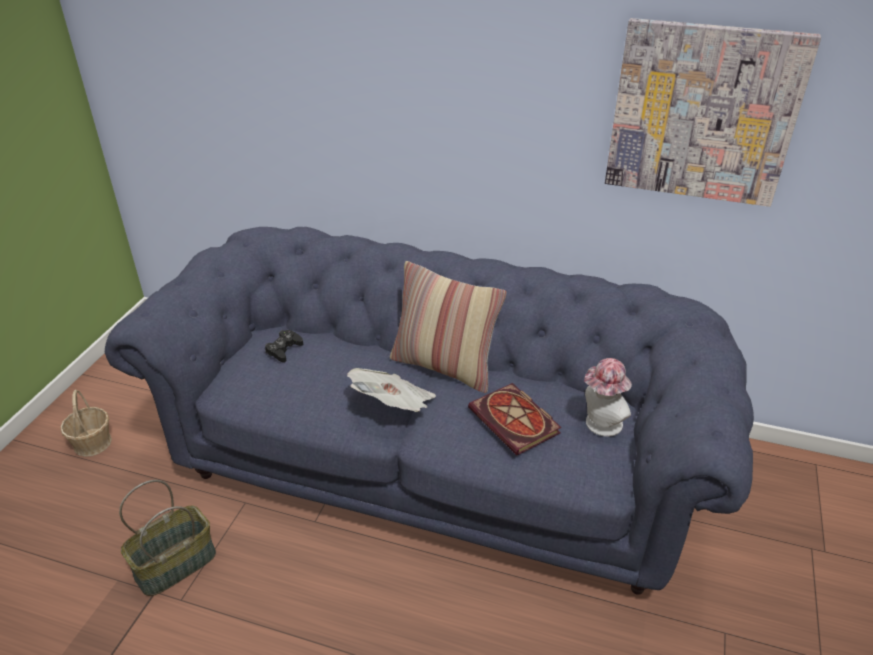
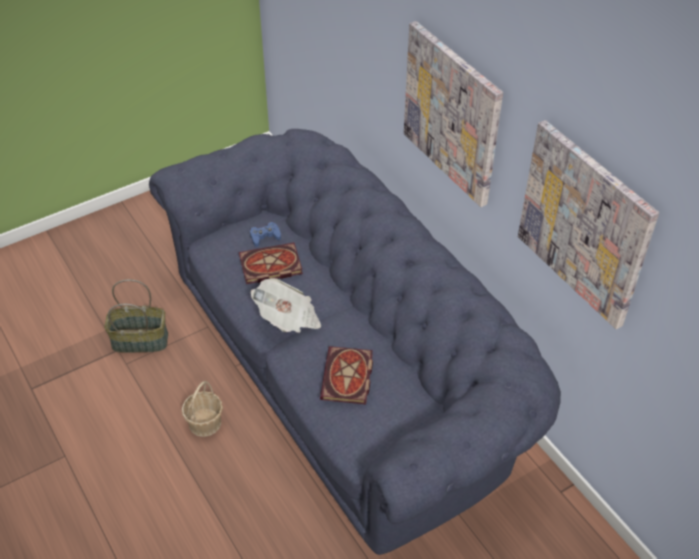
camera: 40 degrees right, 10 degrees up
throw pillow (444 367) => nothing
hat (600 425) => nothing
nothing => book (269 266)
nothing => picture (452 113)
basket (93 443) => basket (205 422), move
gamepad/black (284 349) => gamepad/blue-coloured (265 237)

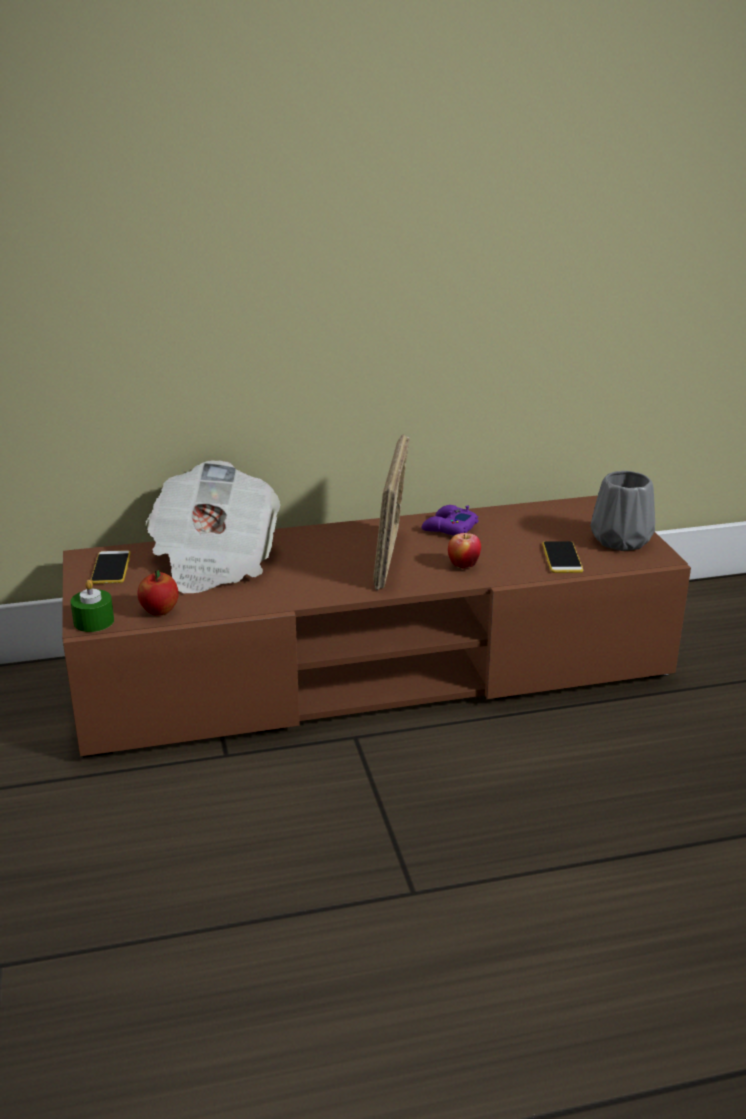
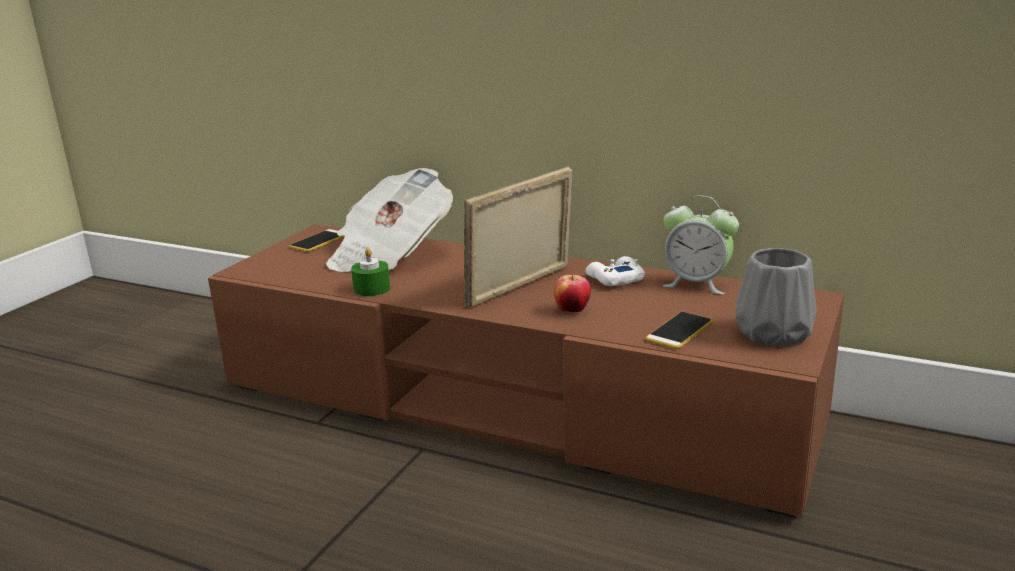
camera: 40 degrees right, 5 degrees down
apple fruit (159 611) => nothing
nothing => table clock (697 284)
wax candle/greenish (94 621) => wax candle/greenish (372 289), move
gamepad/purple-coloured (449 528) => gamepad/white (614 279)

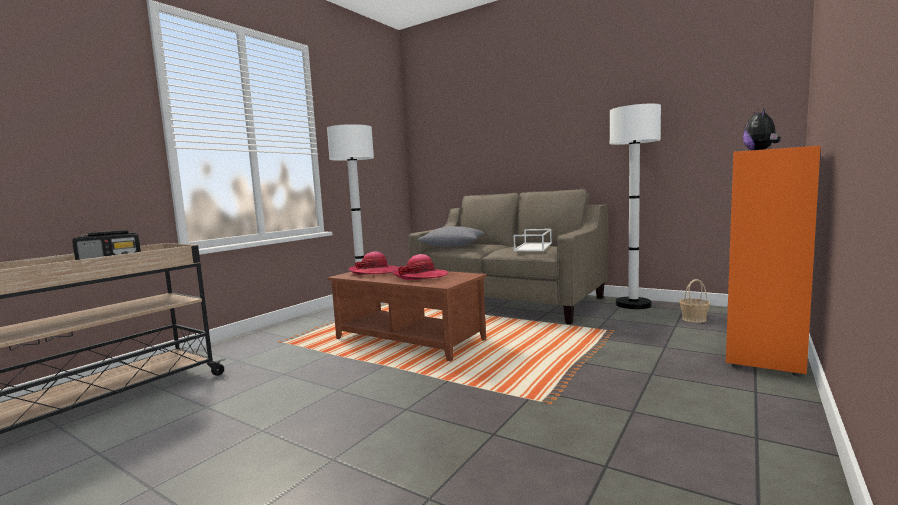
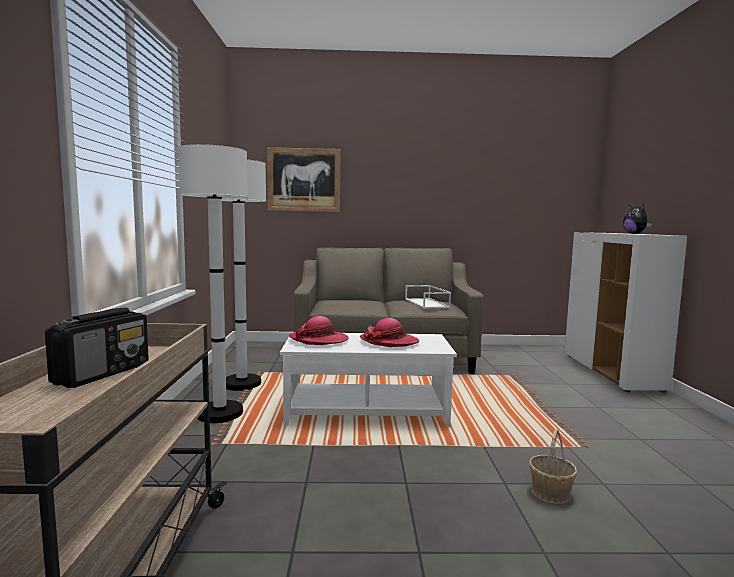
camera: 35 degrees left, 0 degrees up
throw pillow/gray (453 246) => nothing
nothing => picture (304 180)
standard lamp/white (633 304) => standard lamp/white (220 413), move
basket (693 319) => basket (550 493), move
lounge table/brownish (410 339) => lounge table/white (366 411)
storage cabinet/orange (763 344) => storage cabinet/white (611 372)

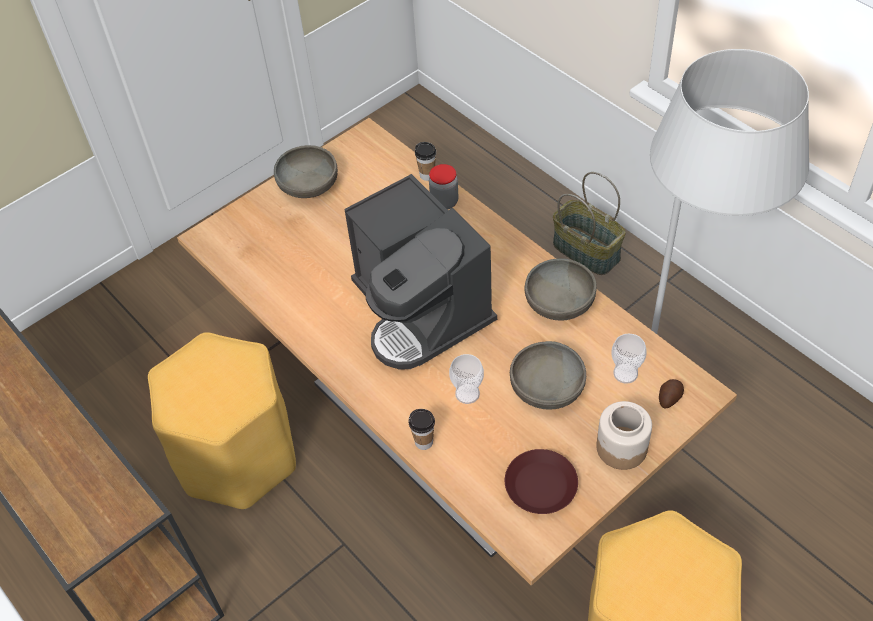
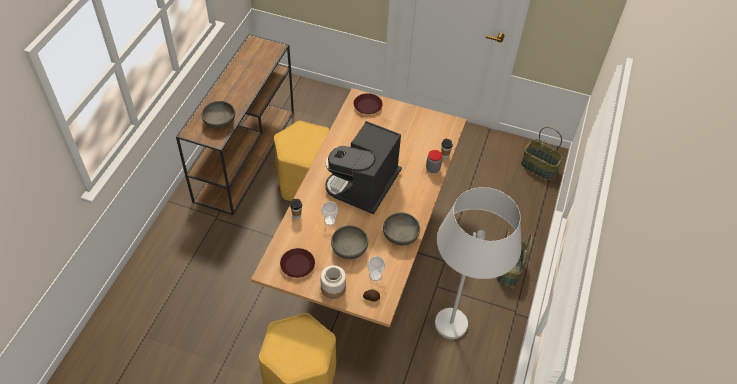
camera: 55 degrees right, 0 degrees up
nothing => flat dish/brownish (367 106)
nothing => basket (539 167)
bowl/gray (308 185) => bowl/gray (219 121), move

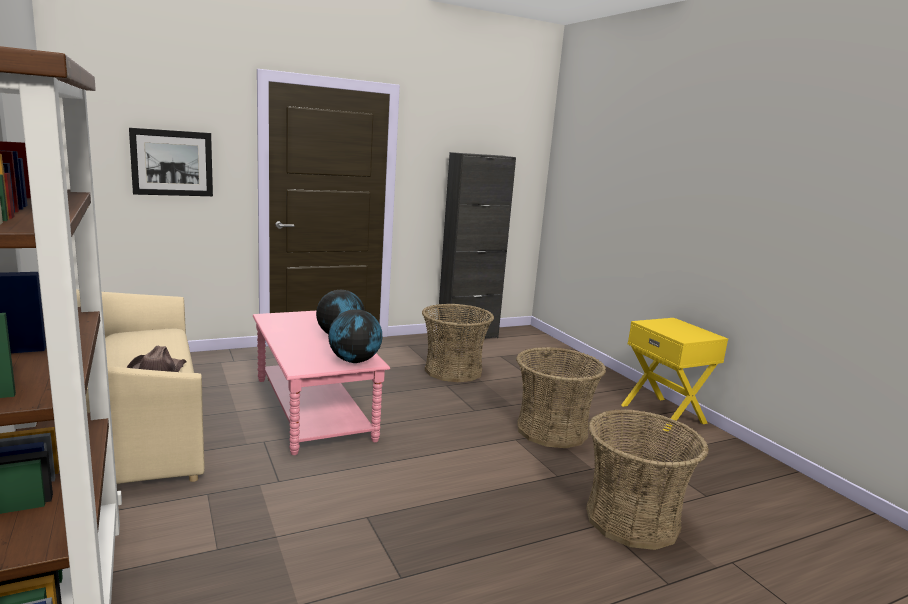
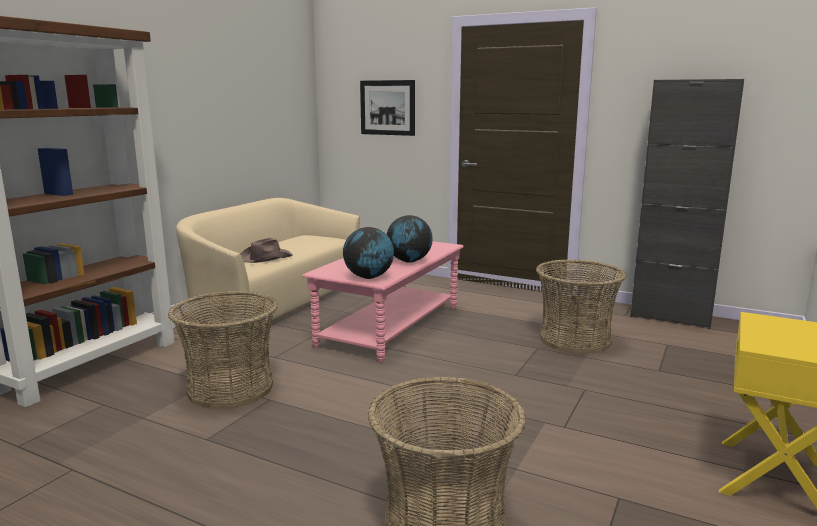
camera: 55 degrees right, 0 degrees up
basket (552 430) => basket (231 388), move

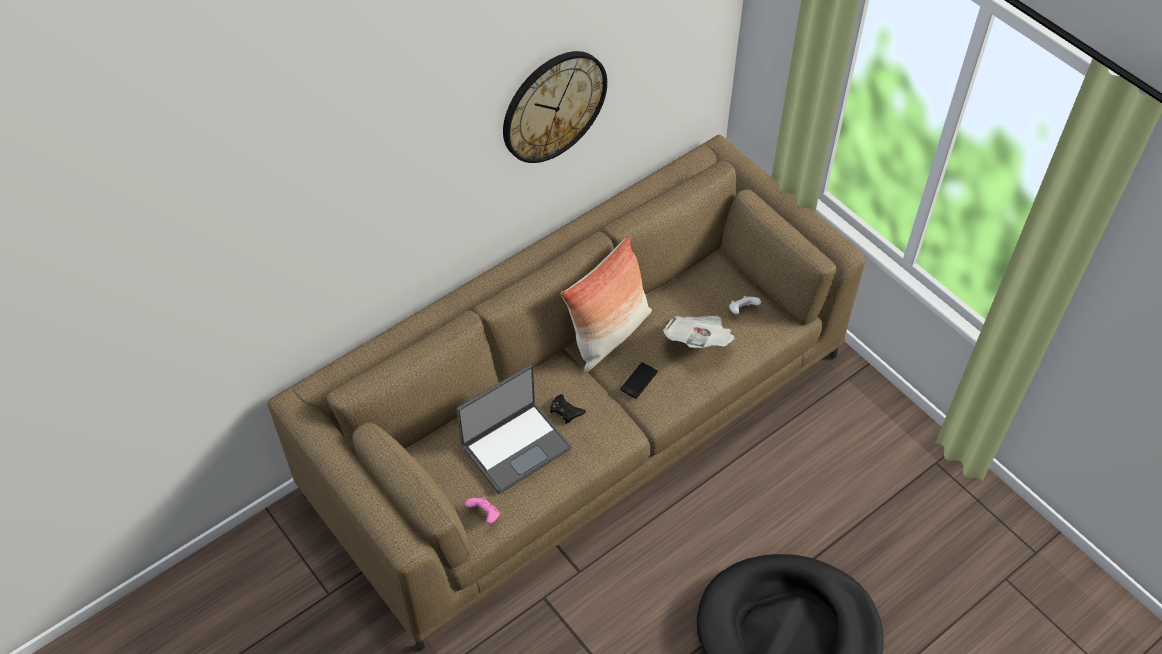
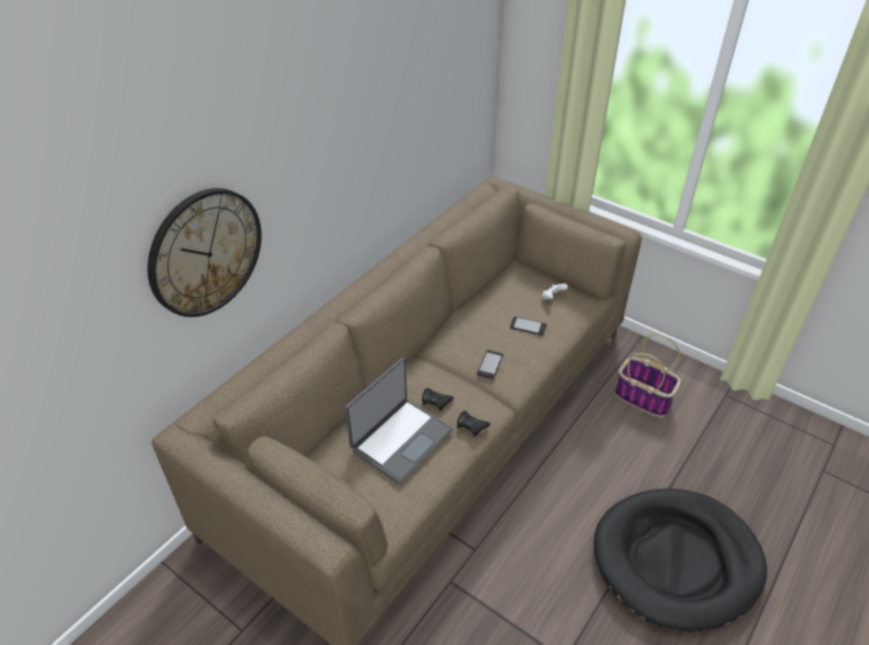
camera: 15 degrees left, 10 degrees down
gamepad/pink-coloured (485 515) => nothing
throw pillow (609 335) => nothing
nothing => gamepad/black (471 425)
nothing => basket (644 398)
wall clock (553 106) => wall clock (205 252), move
daily paper (699 342) => phone (528 326)

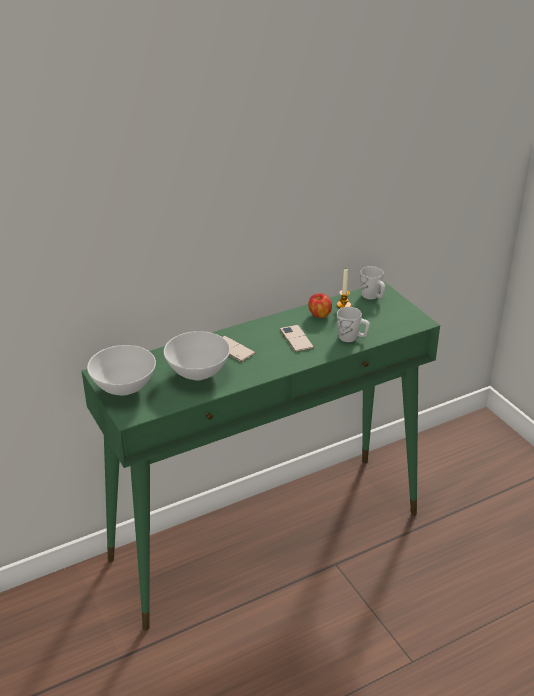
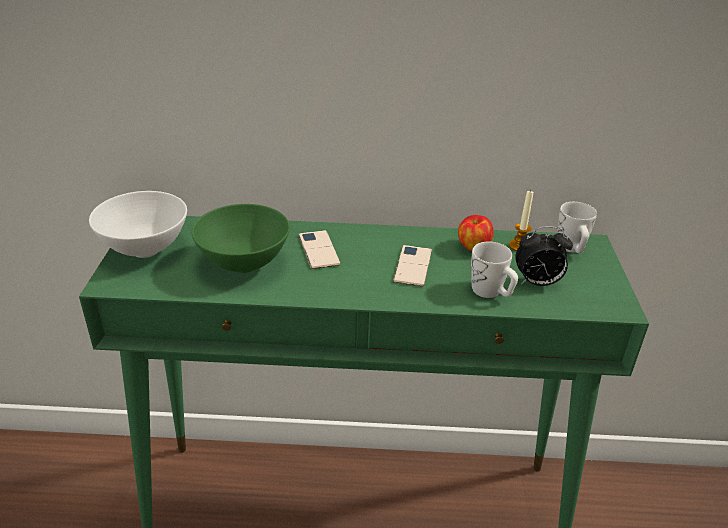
camera: 30 degrees right, 0 degrees up
nothing => table clock (537 283)
bowl/white (198 374) => bowl/greenish (245 264)

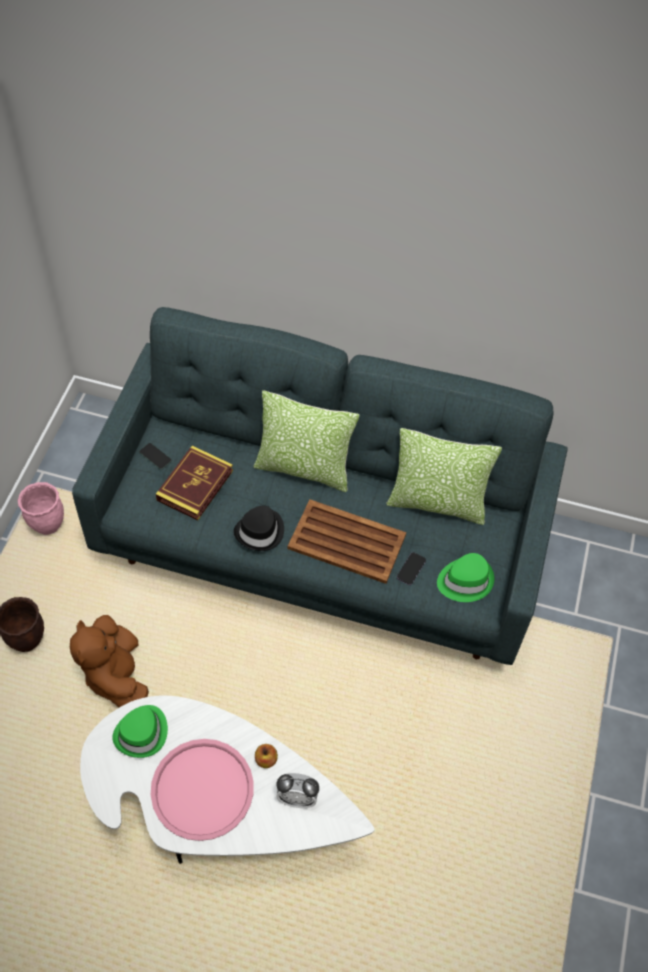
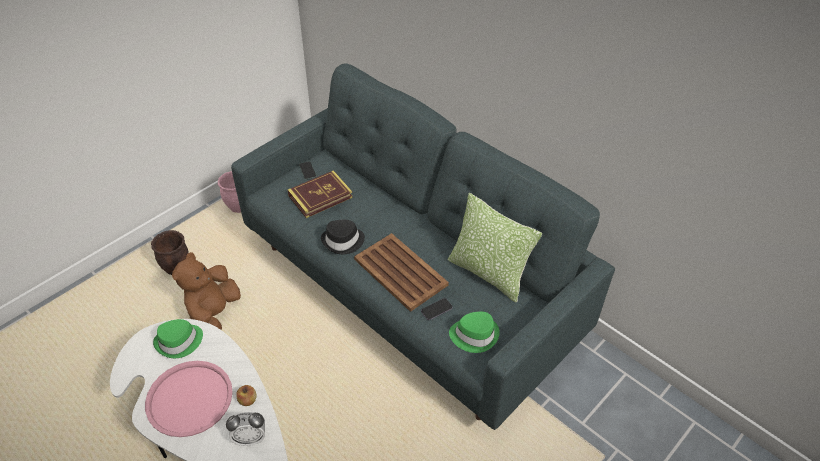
camera: 30 degrees right, 10 degrees down
throw pillow (304 468) => nothing
table clock (297 797) => table clock (250 438), 45 degrees counterclockwise

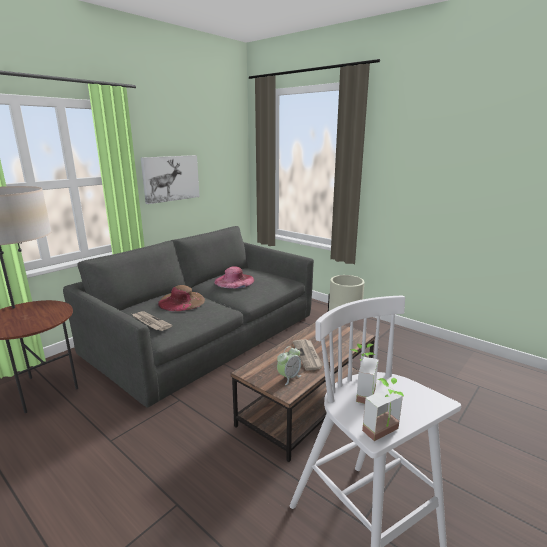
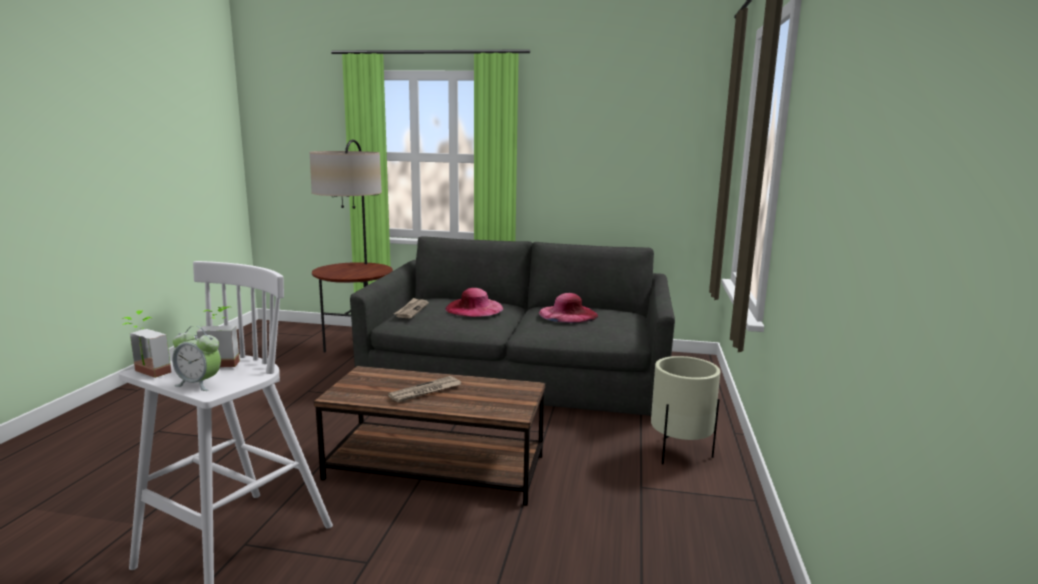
camera: 60 degrees right, 5 degrees down
picture (170 178) => nothing
table clock (289 377) => table clock (199 384), move
hat/brownish (181 301) => hat/pink-coloured (474 308)

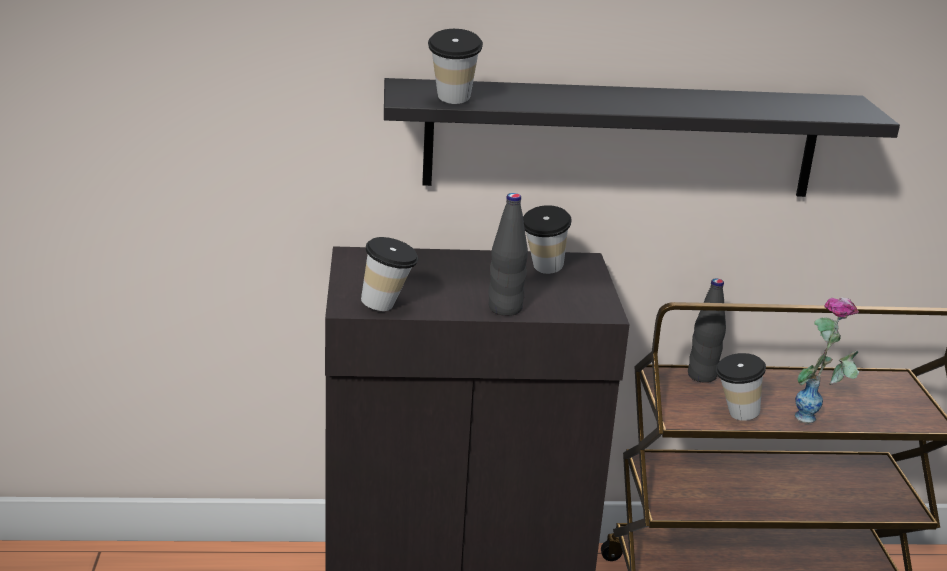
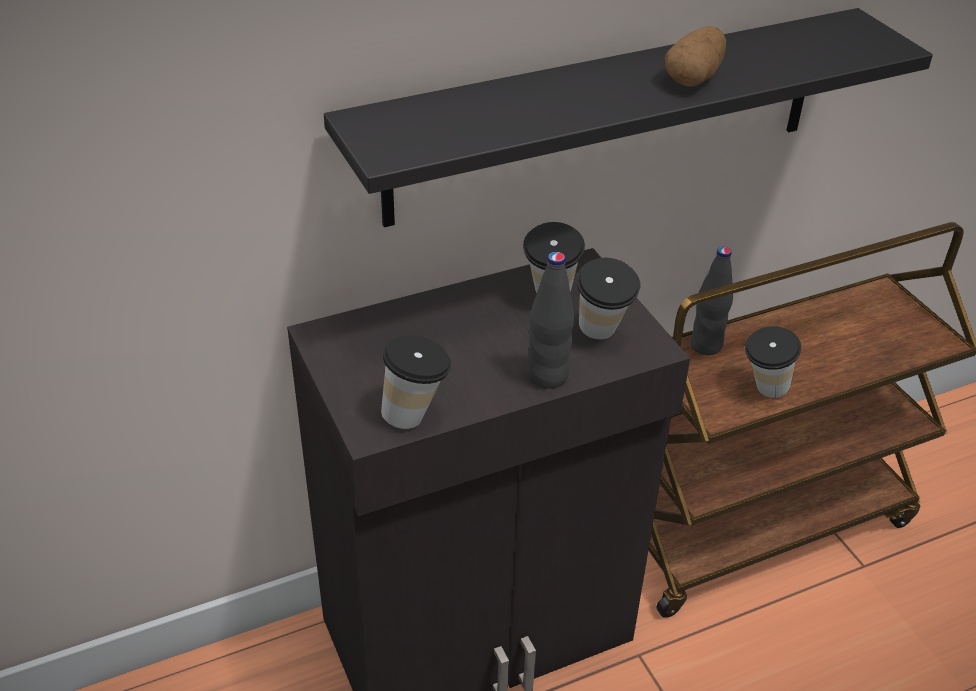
camera: 20 degrees left, 15 degrees up
vase (820 418) => nothing
nothing => spud (694 78)
drinking cup (452 102) => drinking cup (601 336), move

